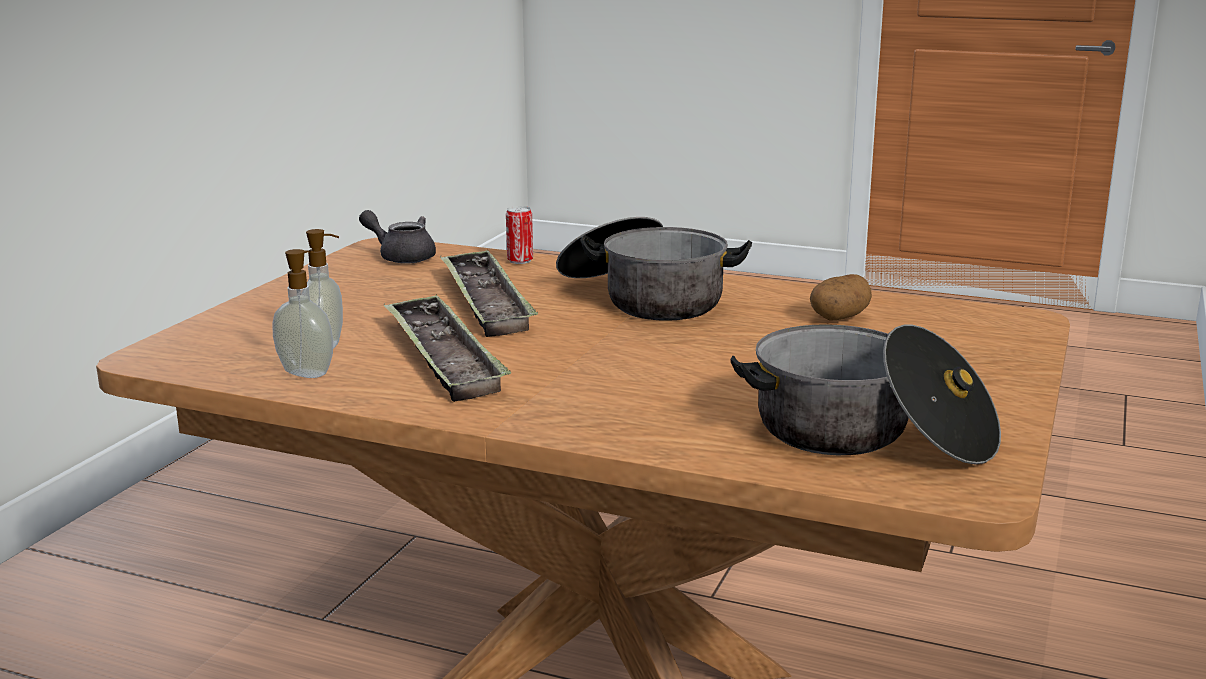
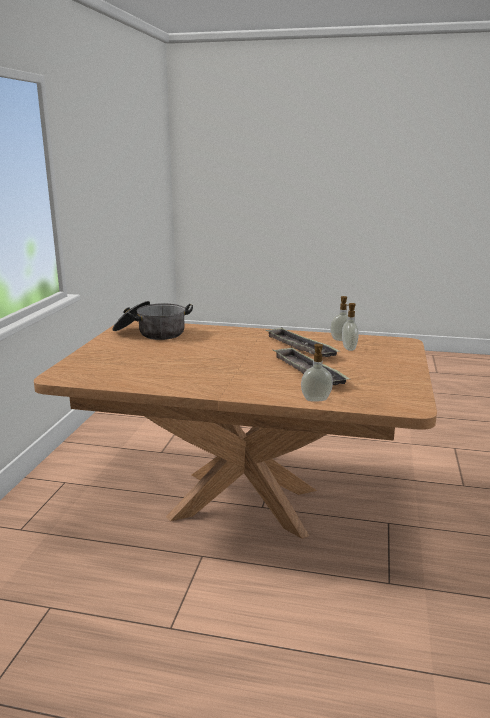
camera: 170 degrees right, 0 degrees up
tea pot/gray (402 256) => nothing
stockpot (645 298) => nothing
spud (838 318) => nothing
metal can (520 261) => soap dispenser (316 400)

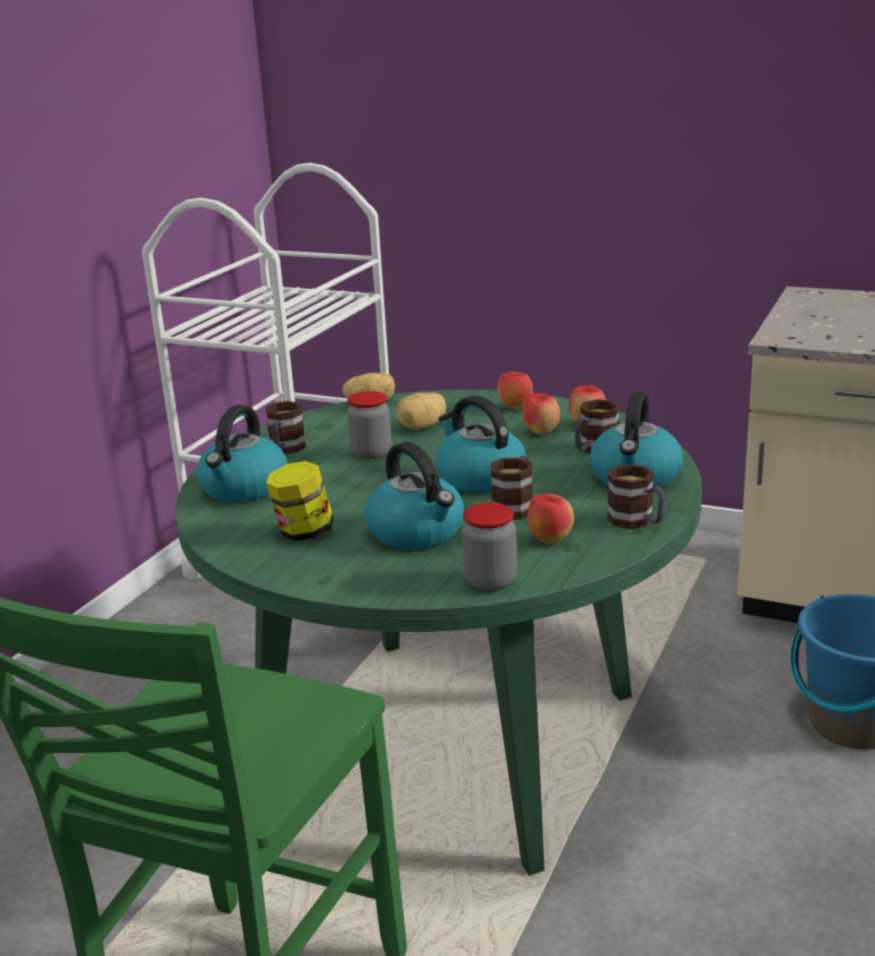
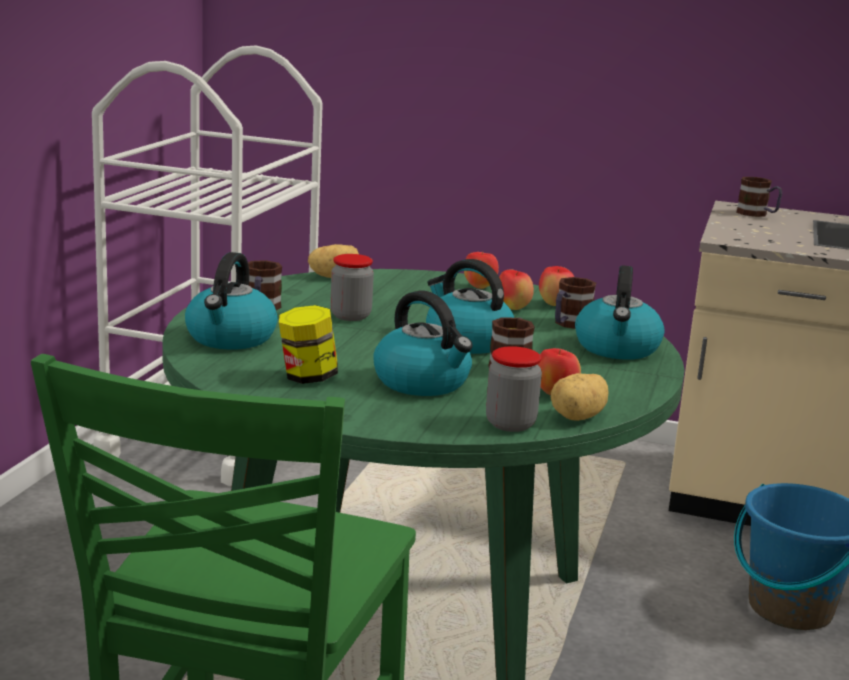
camera: 10 degrees left, 5 degrees down
spud (423 427) => spud (579 417), move
mug (637 522) => mug (757 214), move

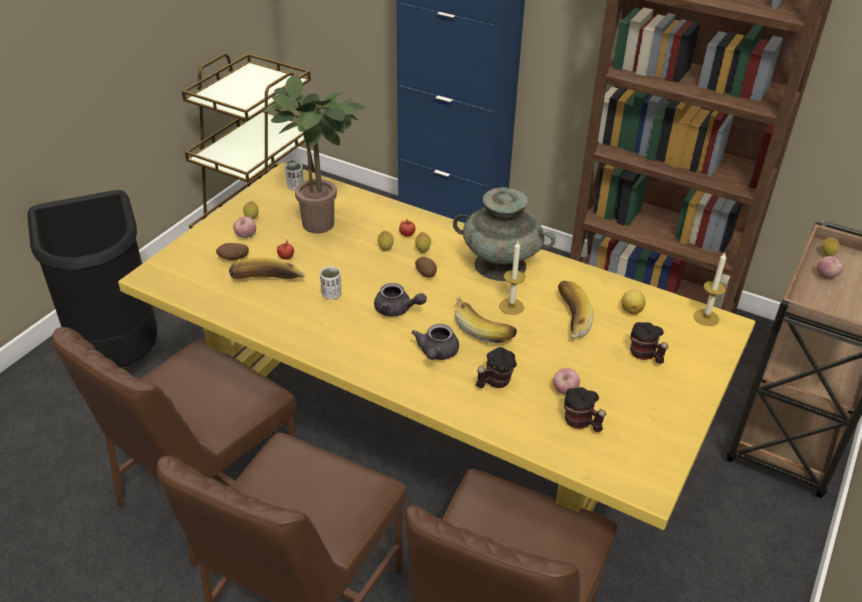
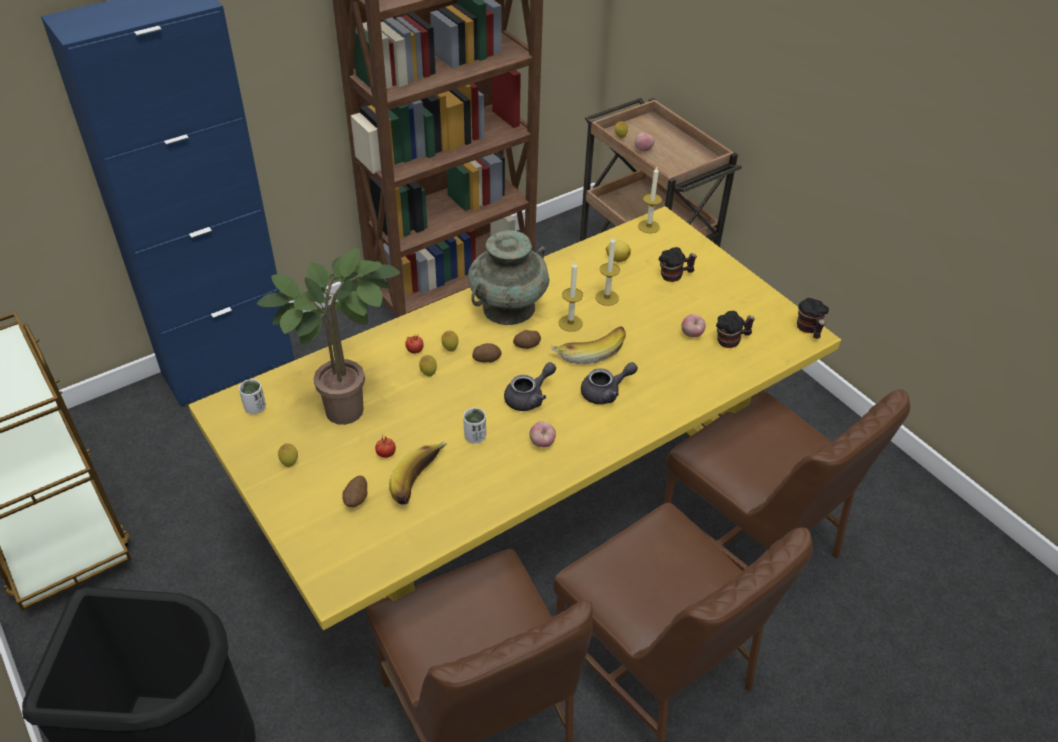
camera: 65 degrees left, 5 degrees up
nothing => spud (527 345)
apple fruit (246 236) => apple fruit (542 443), move
mug (494 382) => mug (808 330), move
whole banana (567 319) => wax candle (607 298)
tea pot/gray (436 353) => tea pot/gray (606 392), 60 degrees counterclockwise

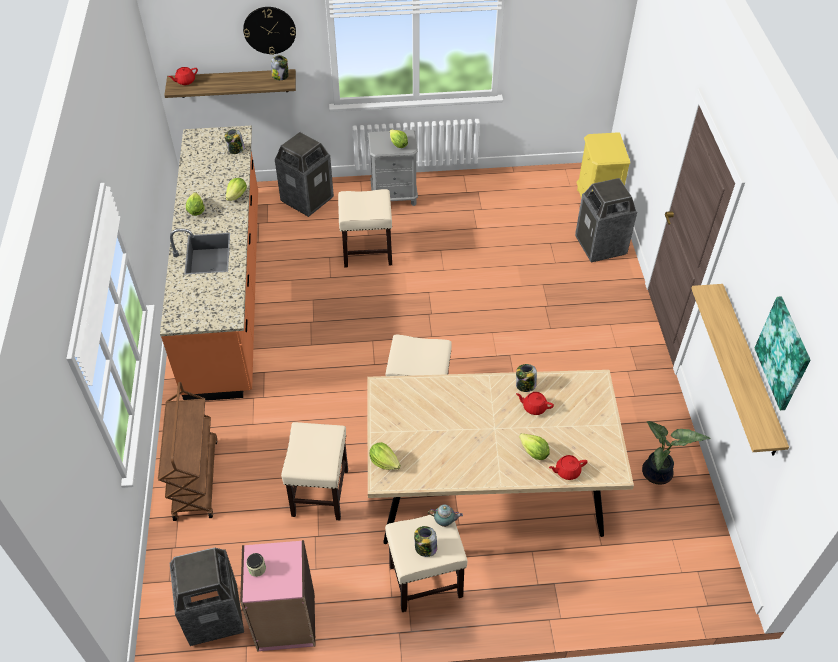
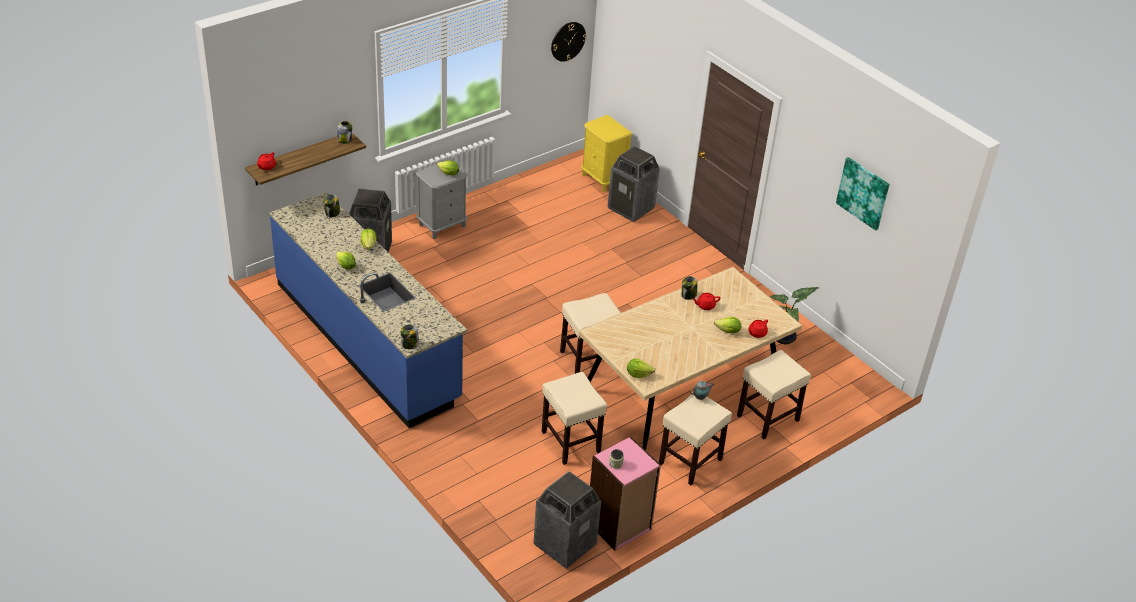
camera: 35 degrees left, 10 degrees down
cart/brownish (195 478) => nothing
bracket shelf (749 370) => nothing
wall clock (269 30) => wall clock (568 41), move
sitting stool/sand-coloured (366 252) => sitting stool/sand-coloured (767 418), move
preserve jar (425 548) => preserve jar (410 345), move
kitchen counter/orange (227 291) => kitchen counter/blue-coloured (367 340)

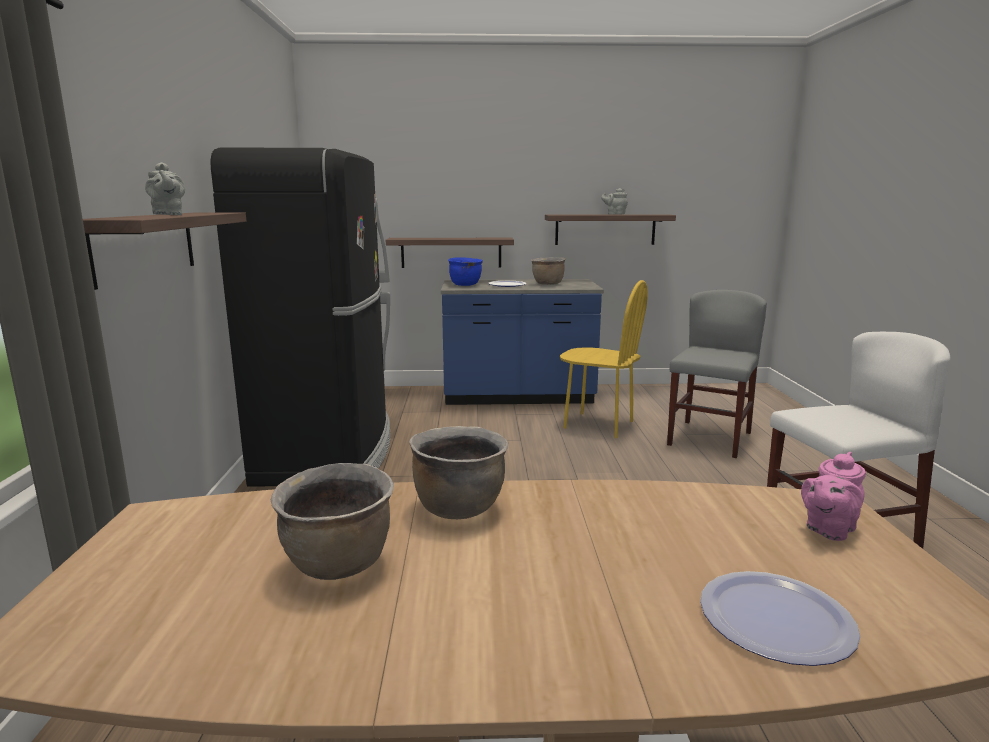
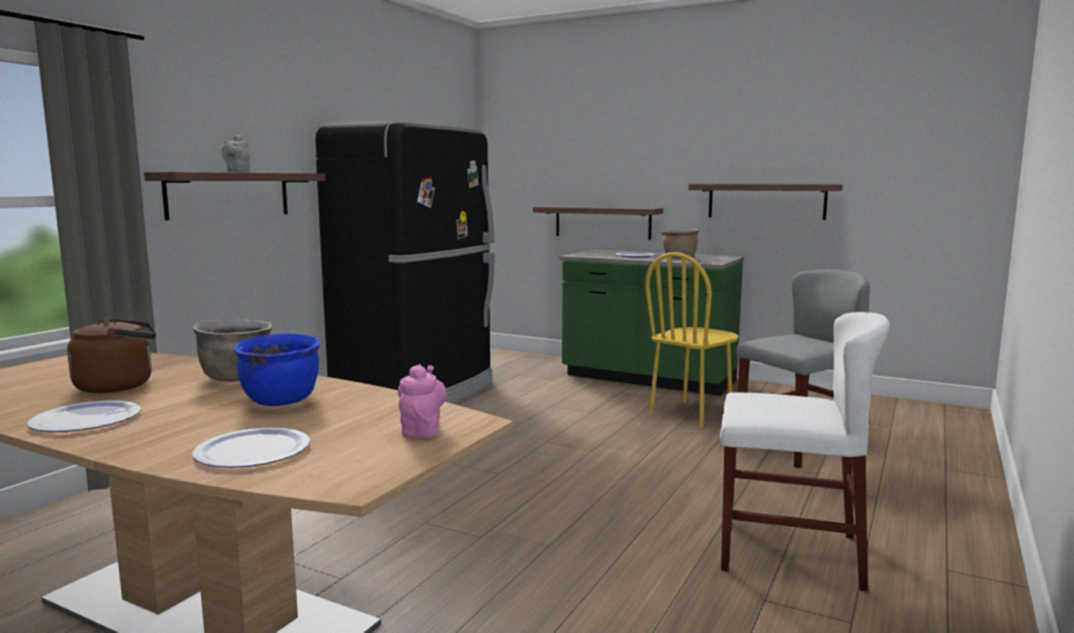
camera: 30 degrees right, 5 degrees down
tea pot/gray (615 214) => nothing
nothing => flat dish (86 419)
stockpot/blue-coloured (465 285) => stockpot/blue-coloured (282 401), move
stockpot/brownish (339 564) => kettle/brownish (119 386)
kitchen counter/blue-coloured (518 397) => kitchen counter/greenish (648 379)
upright chair/yellowish (598 425) => upright chair/yellowish (691 414), 75 degrees clockwise
tea pot/pink-coloured (828 529) => tea pot/pink-coloured (422 430), 105 degrees clockwise

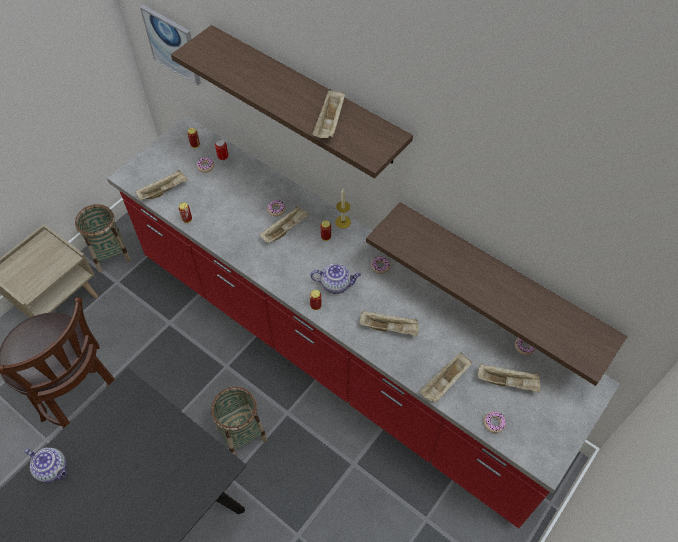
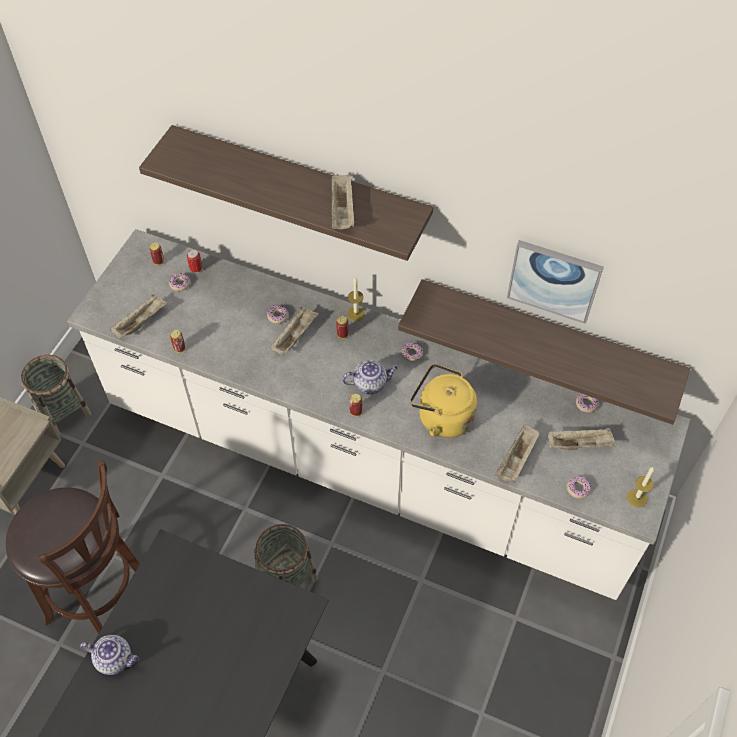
camera: 15 degrees left, 0 degrees up
nothing => wax candle (637 498)
picture (172 44) => picture (554 280), move
carrying tray/sand-coloured (389 328) => kettle/yellowish (442 417)
kitchen counter/red-coloured (339 351) => kitchen counter/white (368 462)

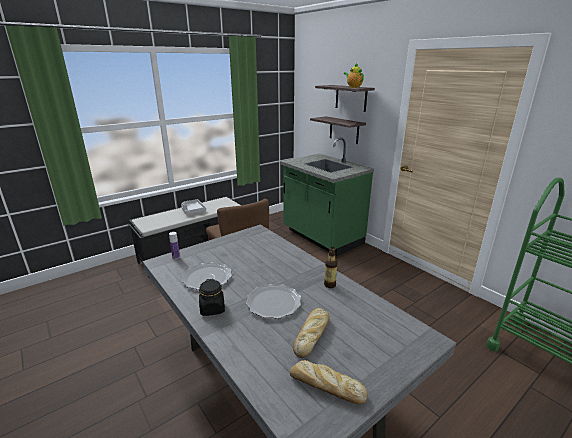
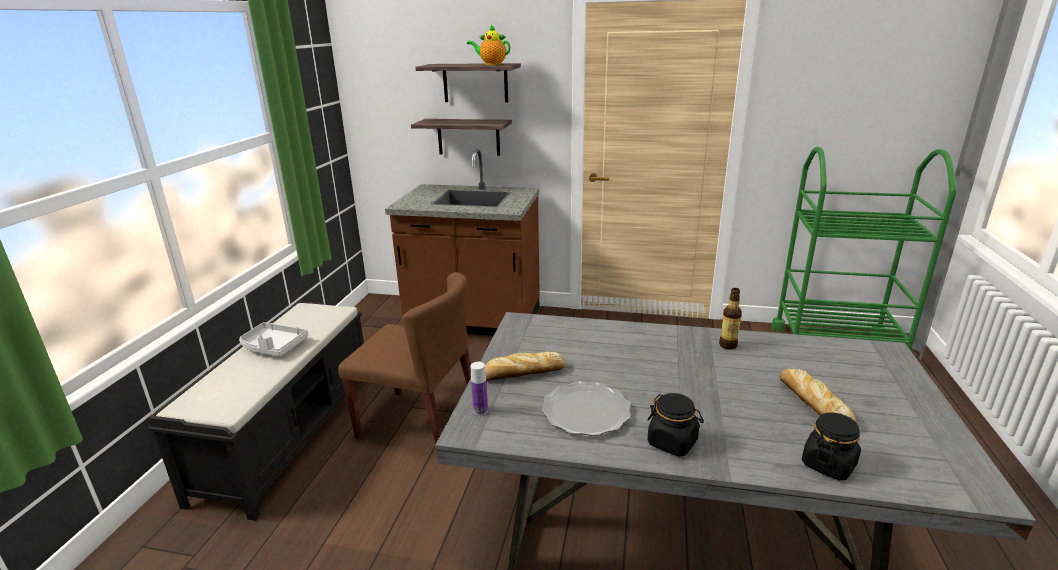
camera: 40 degrees left, 0 degrees up
flat dish (274 303) => nothing
nothing => preserve jar/black (828 464)
baked bread (325 386) => baked bread (522 373), move
kitchen counter/greenish (321 238) => kitchen counter/brownish (474 321)

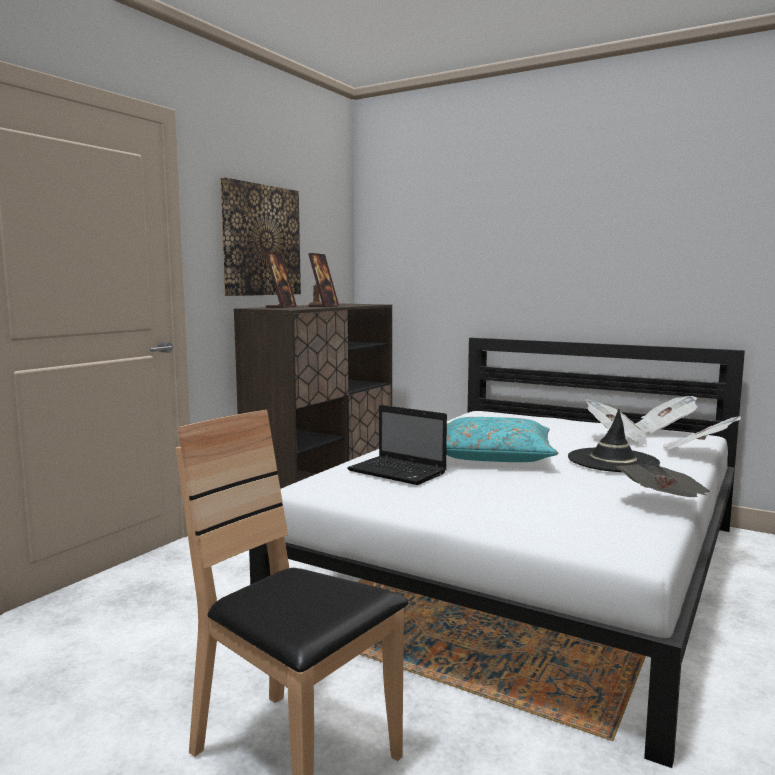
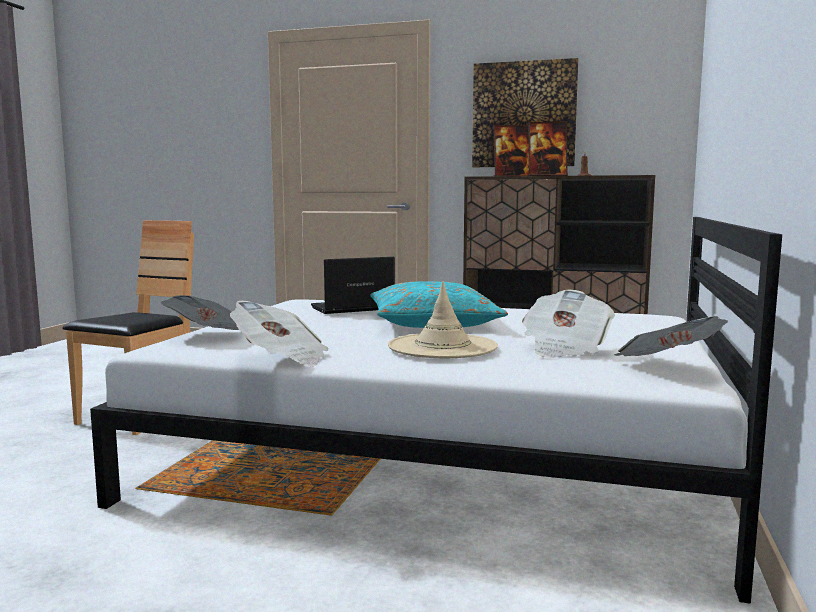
camera: 75 degrees right, 0 degrees up
daily paper (697 452) => daily paper (209 336), move
hat/black (612 461) => hat/sand-coloured (442 347)
portable computer (399 472) => portable computer (351 309), 45 degrees clockwise

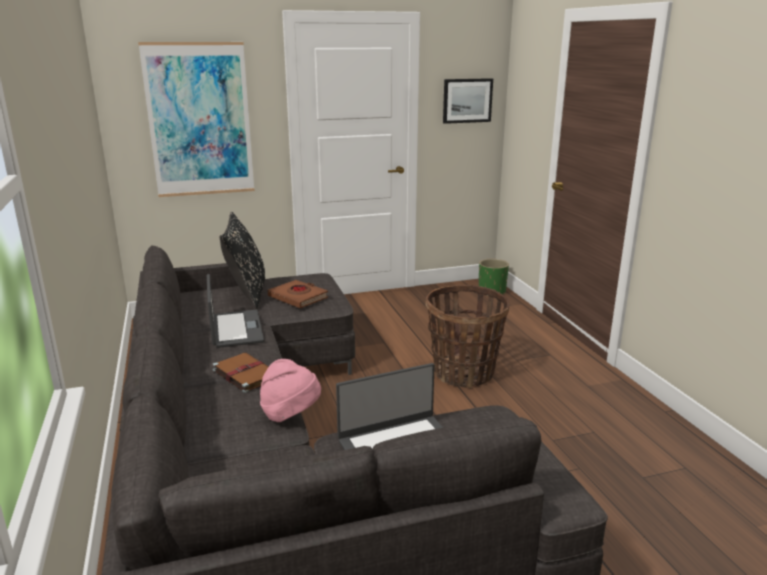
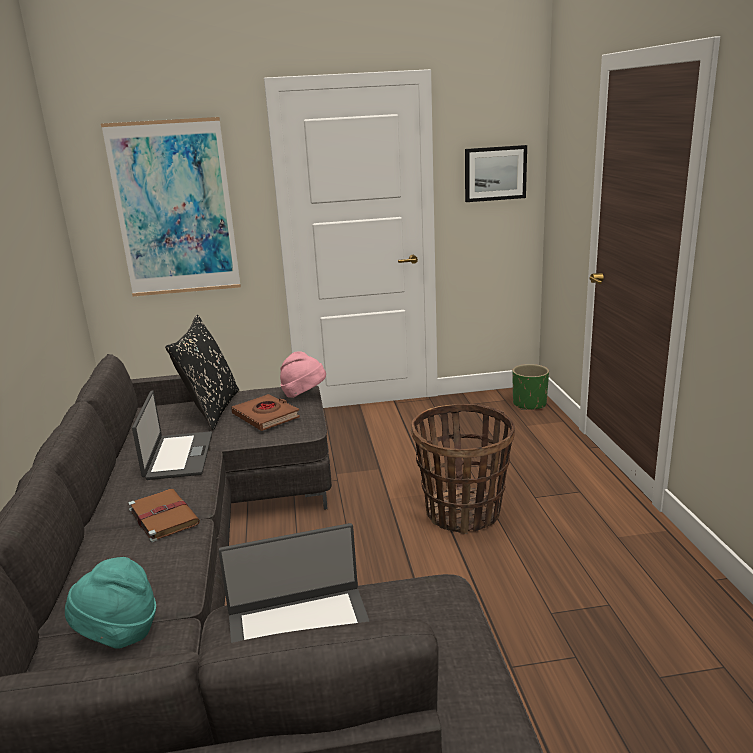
camera: 10 degrees right, 0 degrees up
nothing => hat/turquoise-coloured (118 633)
hat/pink-coloured (291 414) => hat/pink-coloured (304 395), move

